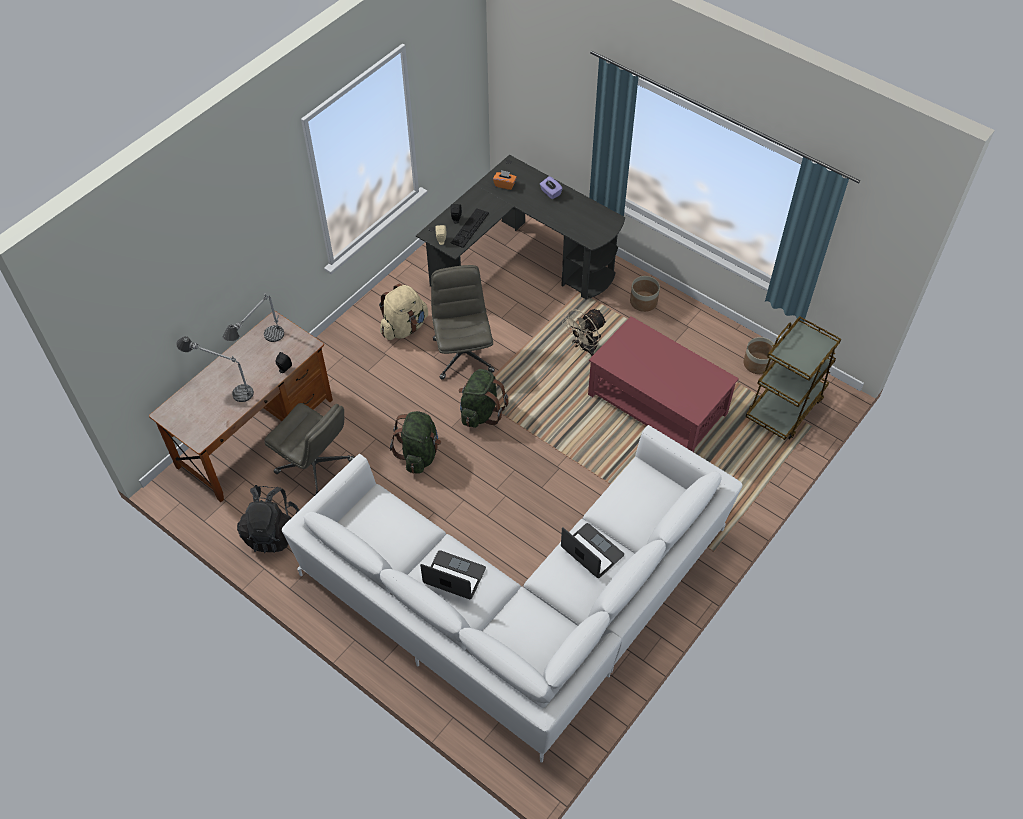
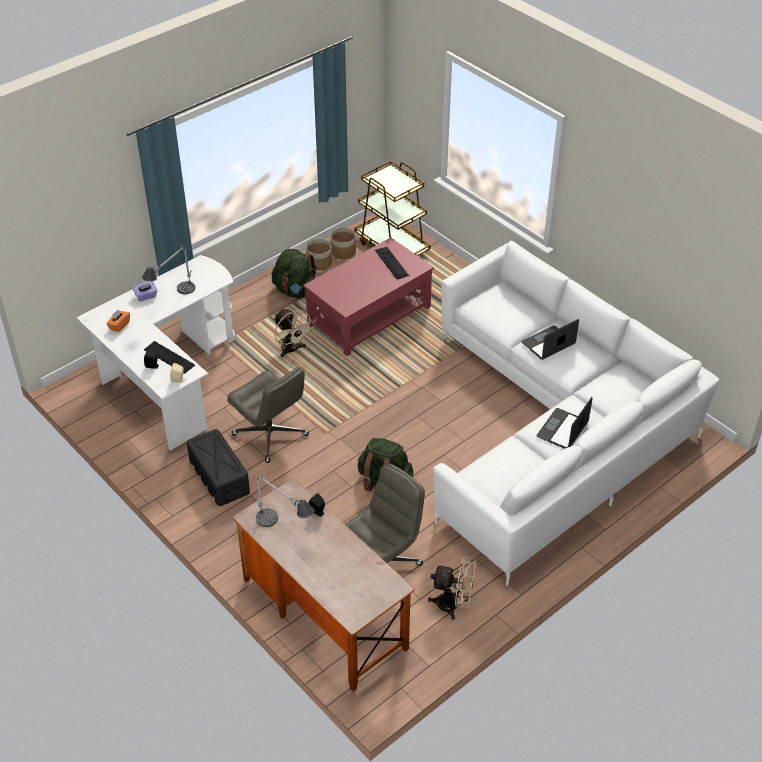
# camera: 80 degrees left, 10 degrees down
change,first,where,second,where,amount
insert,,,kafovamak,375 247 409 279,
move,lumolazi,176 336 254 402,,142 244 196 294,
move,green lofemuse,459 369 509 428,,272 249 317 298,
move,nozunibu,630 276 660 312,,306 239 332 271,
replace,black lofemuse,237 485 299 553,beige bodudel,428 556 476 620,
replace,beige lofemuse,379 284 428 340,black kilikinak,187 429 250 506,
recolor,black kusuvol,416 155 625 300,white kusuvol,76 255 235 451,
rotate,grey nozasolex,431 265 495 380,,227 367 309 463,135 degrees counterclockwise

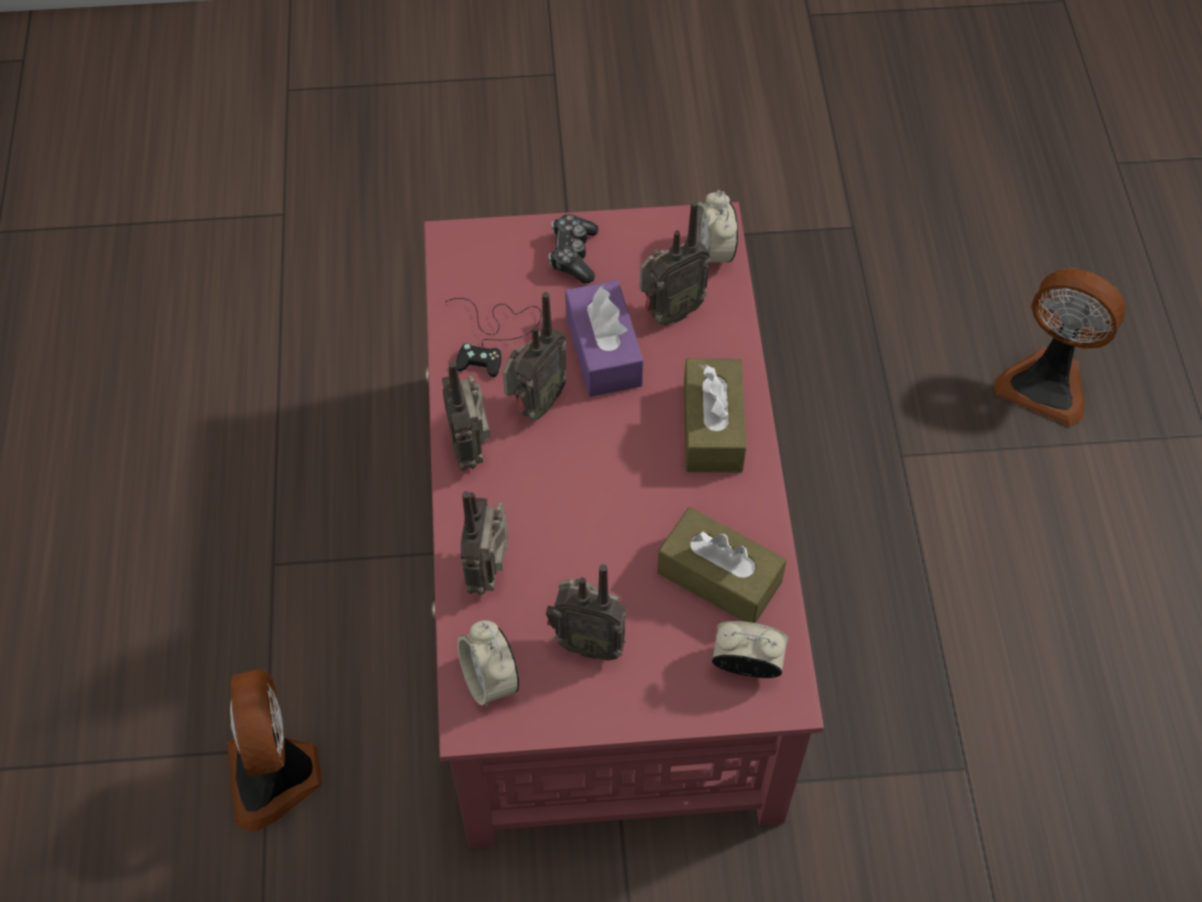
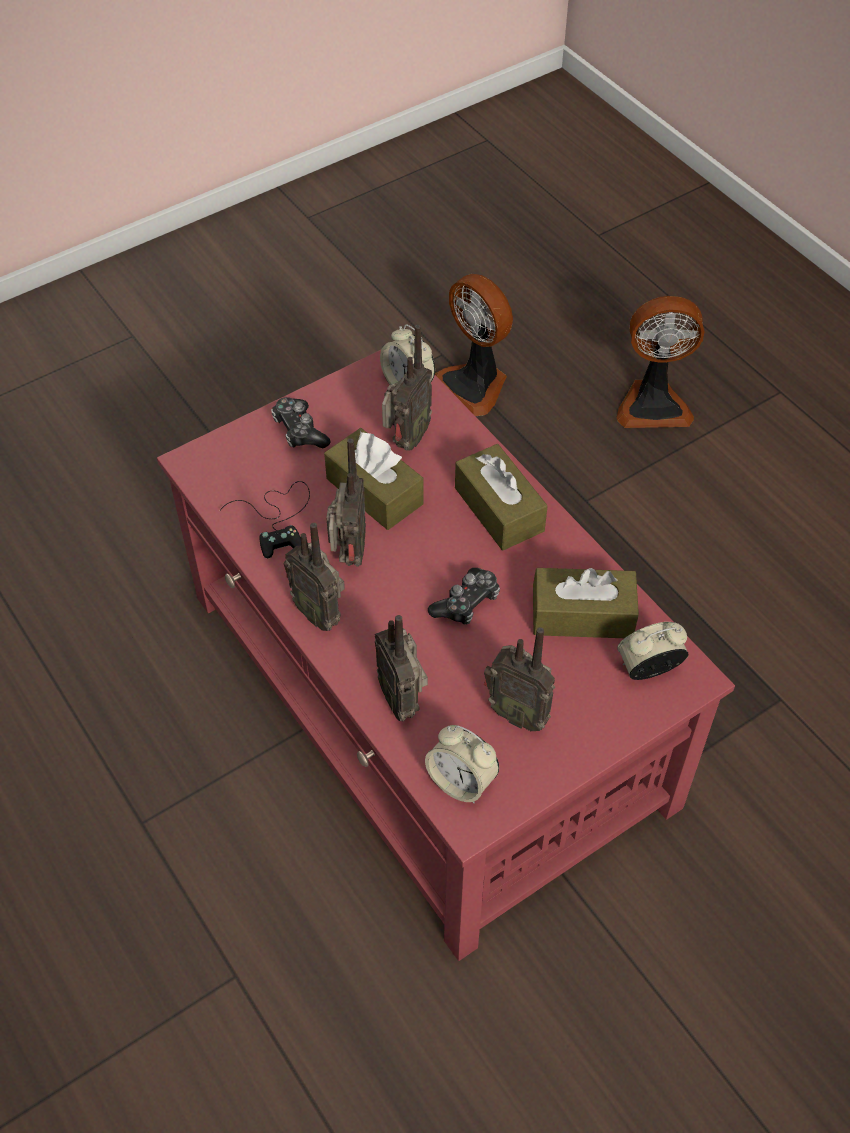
# camera: 30 degrees left, 5 degrees down
change,first,where,second,where,amount
insert,,,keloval,428 568 500 625,
move,bodudel,227 669 322 832,,435 274 513 416,
recolor,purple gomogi,565 280 643 397,brown gomogi,324 428 424 530,
rotate,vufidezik,546 564 627 661,,484 627 555 731,45 degrees clockwise

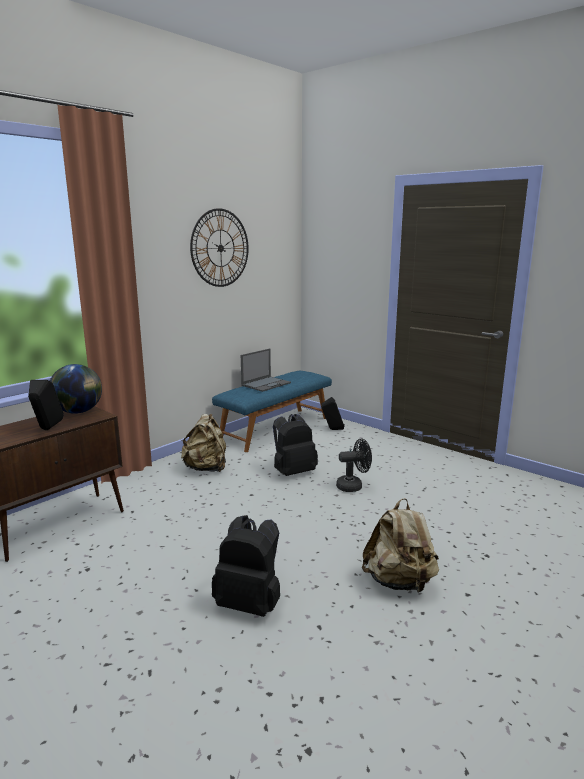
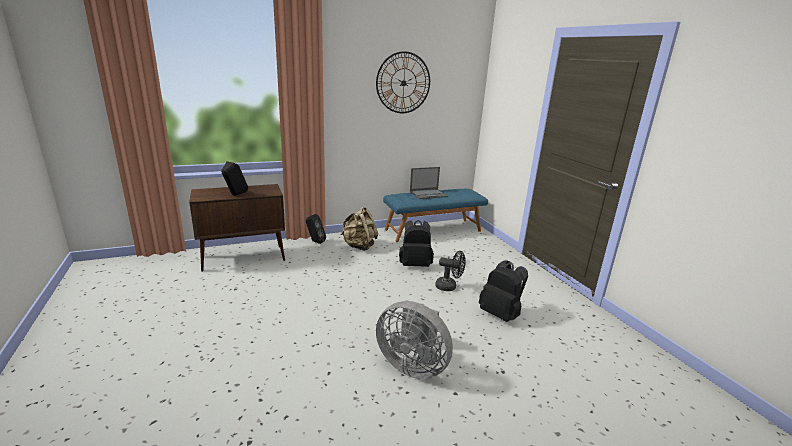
# camera: 25 degrees right, 5 degrees up
change,first,where,second,where,amount
delete,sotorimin,50 364 102 414,,,
move,black lofemuse,212 515 280 617,,479 260 528 322,
move,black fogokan,321 397 345 430,,306 214 326 244,
replace,beige lofemuse,362 498 439 593,grey bodudel,376 300 453 379,

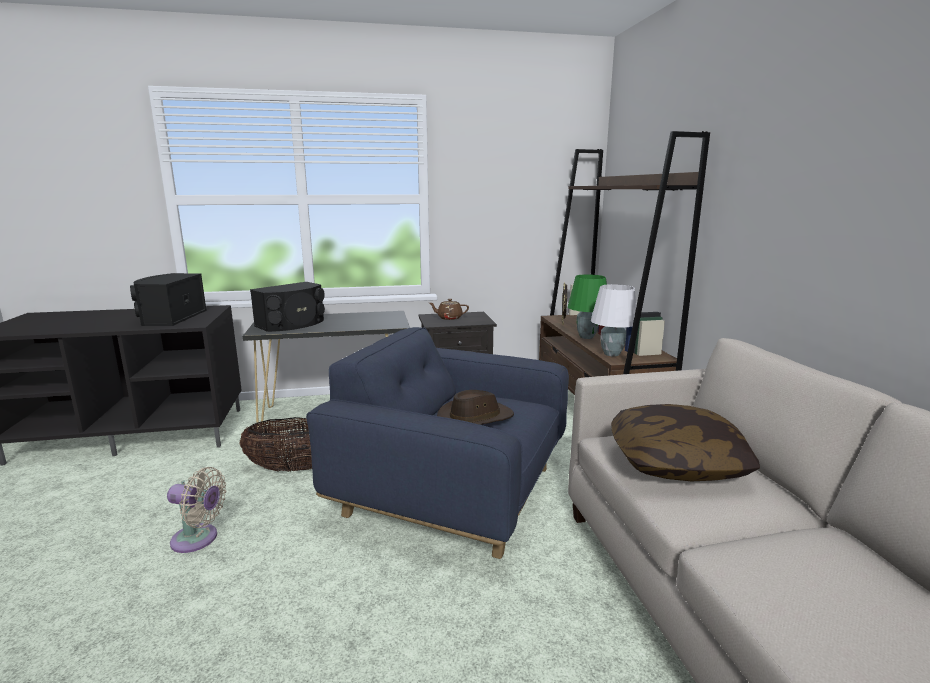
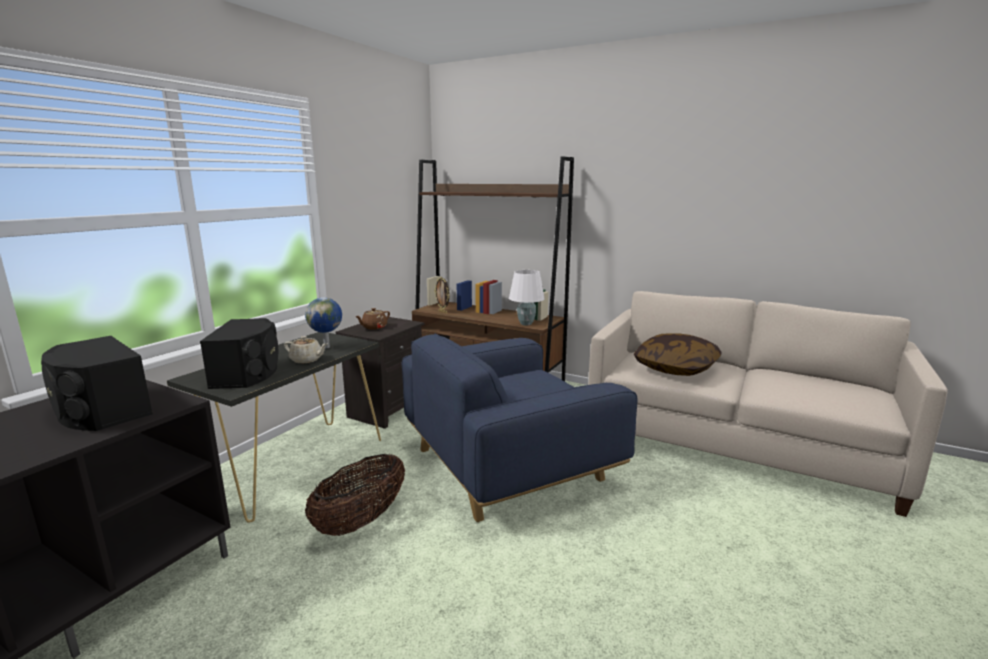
# camera: 50 degrees left, 0 degrees up
change,first,where,second,where,amount
delete,beige bodudel,167 467 227 553,,,
delete,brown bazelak,437 390 514 425,,,
delete,green lumolazi,568 274 607 339,,,
insert,,,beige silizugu,284 336 327 363,
insert,,,sotorimin,305 297 342 348,

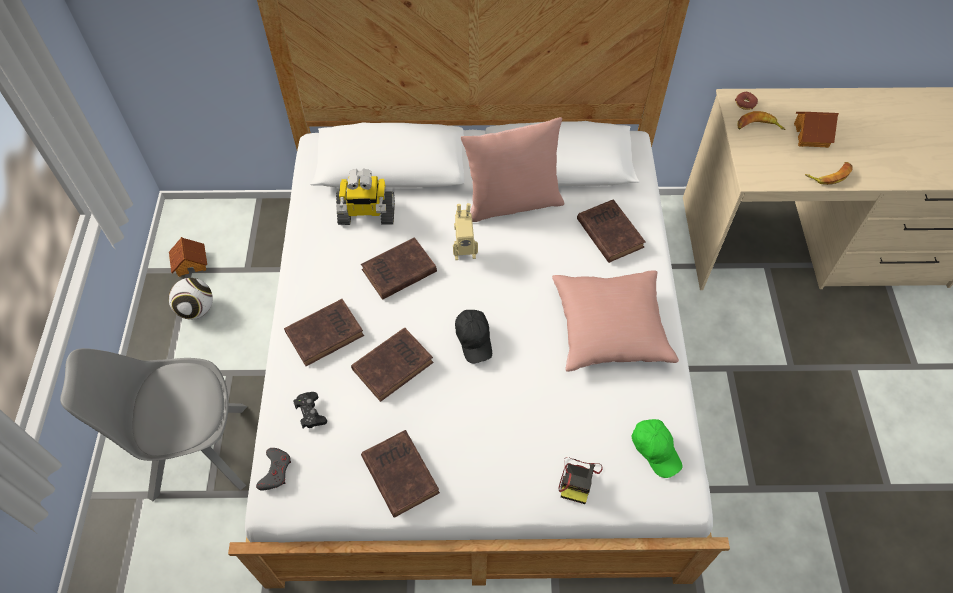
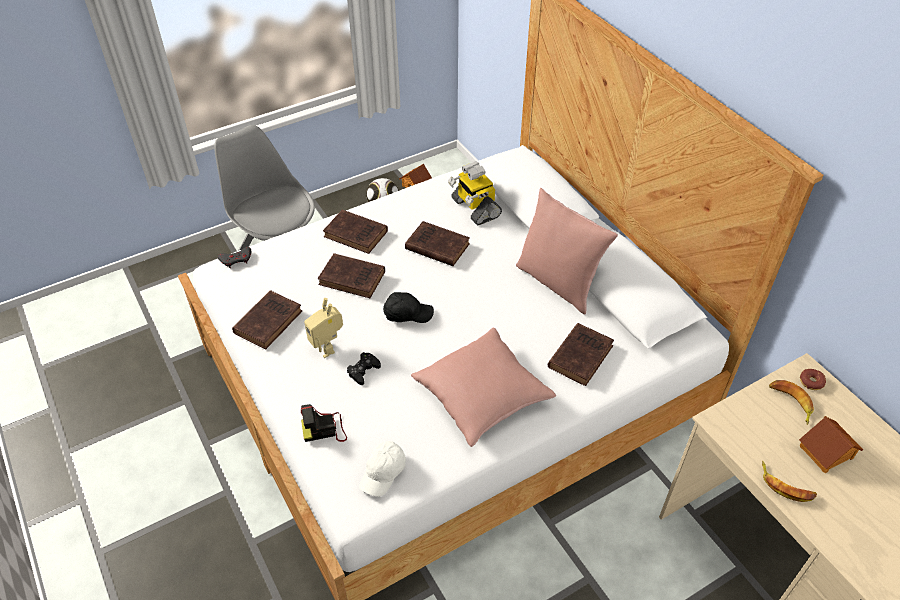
# camera: 60 degrees right, 10 degrees down
change,first,where,second,where,amount
move,black keloval,293 392 327 428,,347 352 381 385,
move,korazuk,453 203 478 260,,304 298 343 358,
recolor,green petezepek,632 419 683 478,white petezepek,359 441 406 497,
rotate,black petezepek,455 310 492 363,,383 292 434 323,135 degrees counterclockwise

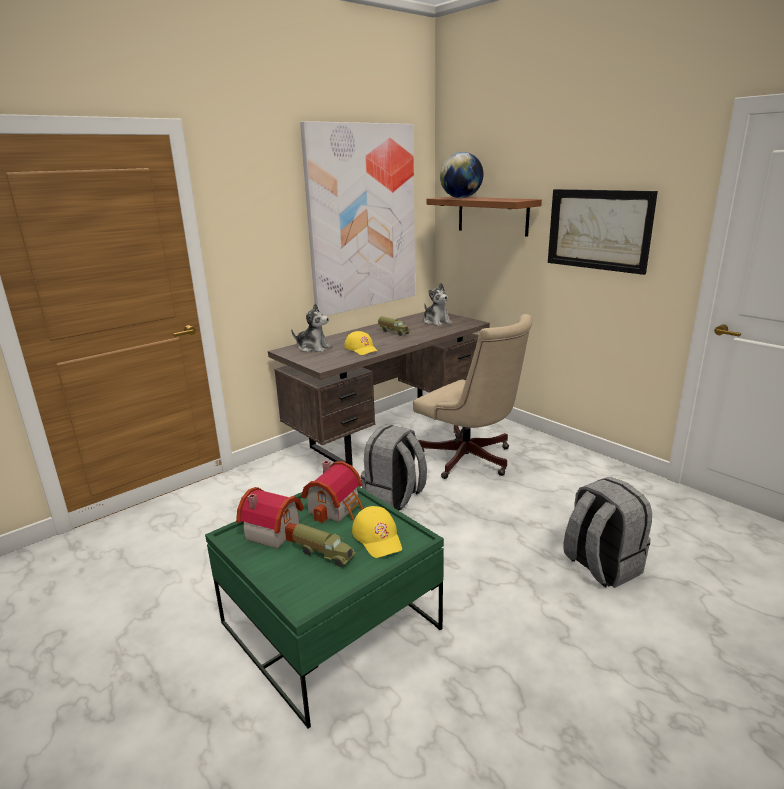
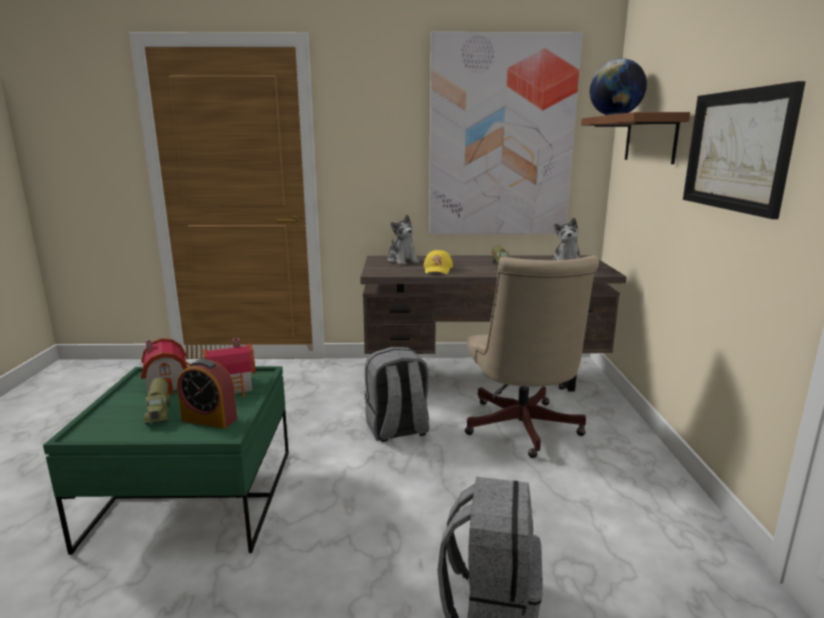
# camera: 40 degrees right, 5 degrees down
change,first,where,second,where,amount
replace,yellow petezepek,352 506 402 558,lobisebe,177 359 237 429,

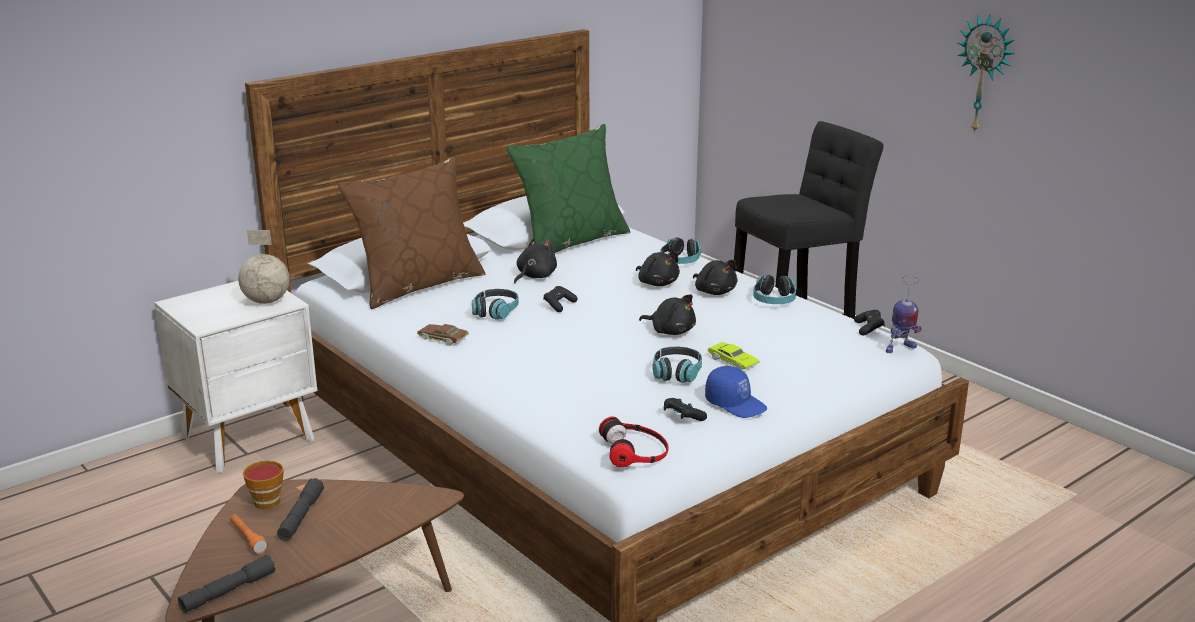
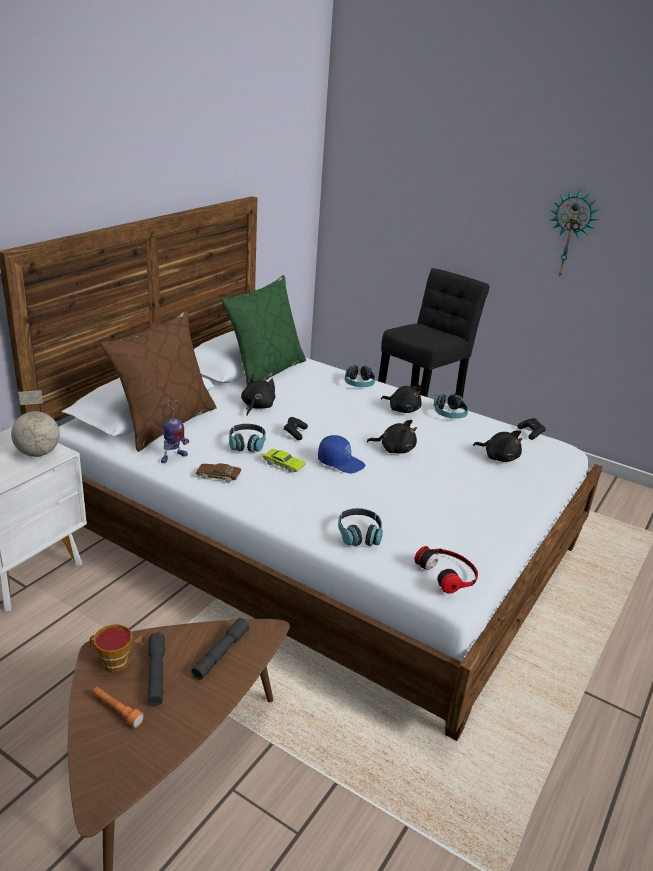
# camera: 20 degrees left, 5 degrees up
change,first,where,second,where,amount
delete,black keloval,664 398 707 421,,,
move,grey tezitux,178 555 276 613,,191 618 250 680,
move,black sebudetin,636 251 680 286,,473 430 522 462,
move,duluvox,653 346 702 383,,338 508 383 546,
move,blue petezepek,705 366 767 418,,318 435 365 473,
move,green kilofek,708 342 760 370,,262 449 306 473,
move,korazuk,886 276 922 353,,161 400 189 463,

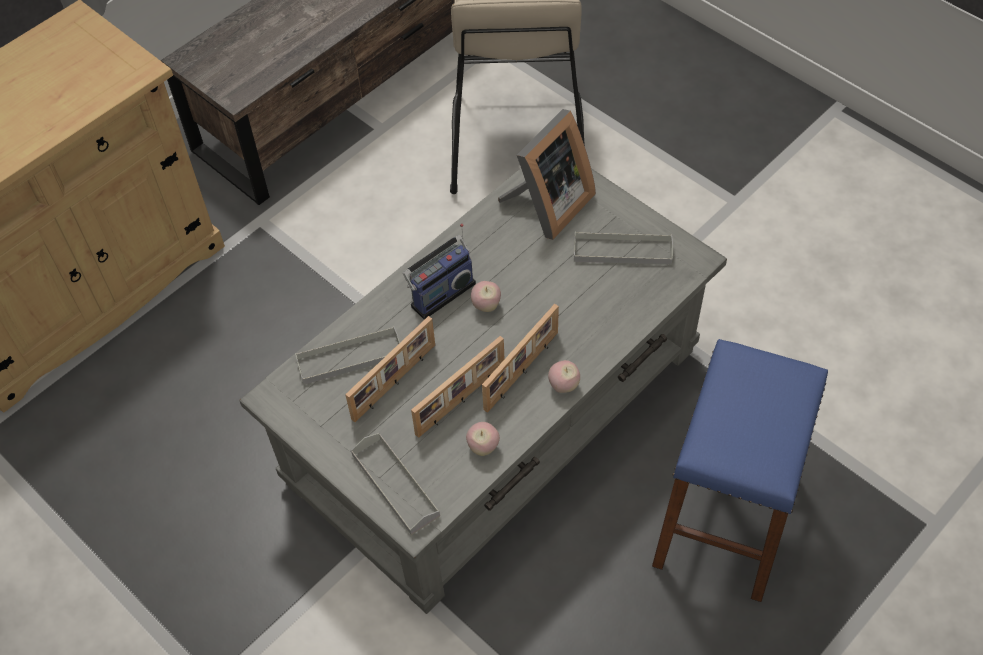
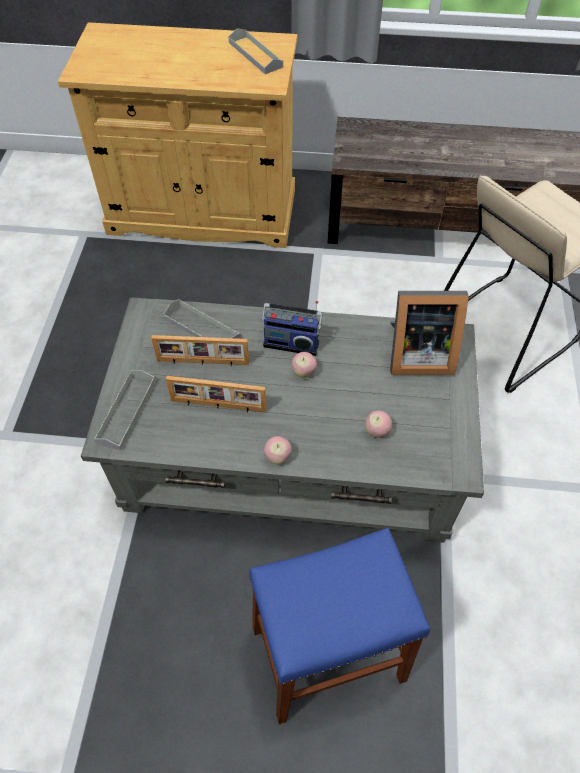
# camera: 50 degrees right, 0 degrees up
change,first,where,second,where,amount
delete,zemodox,482 304 559 413,,,
move,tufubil,466 422 500 456,,365 411 392 438,
move,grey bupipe,574 232 673 265,,228 28 283 74,

